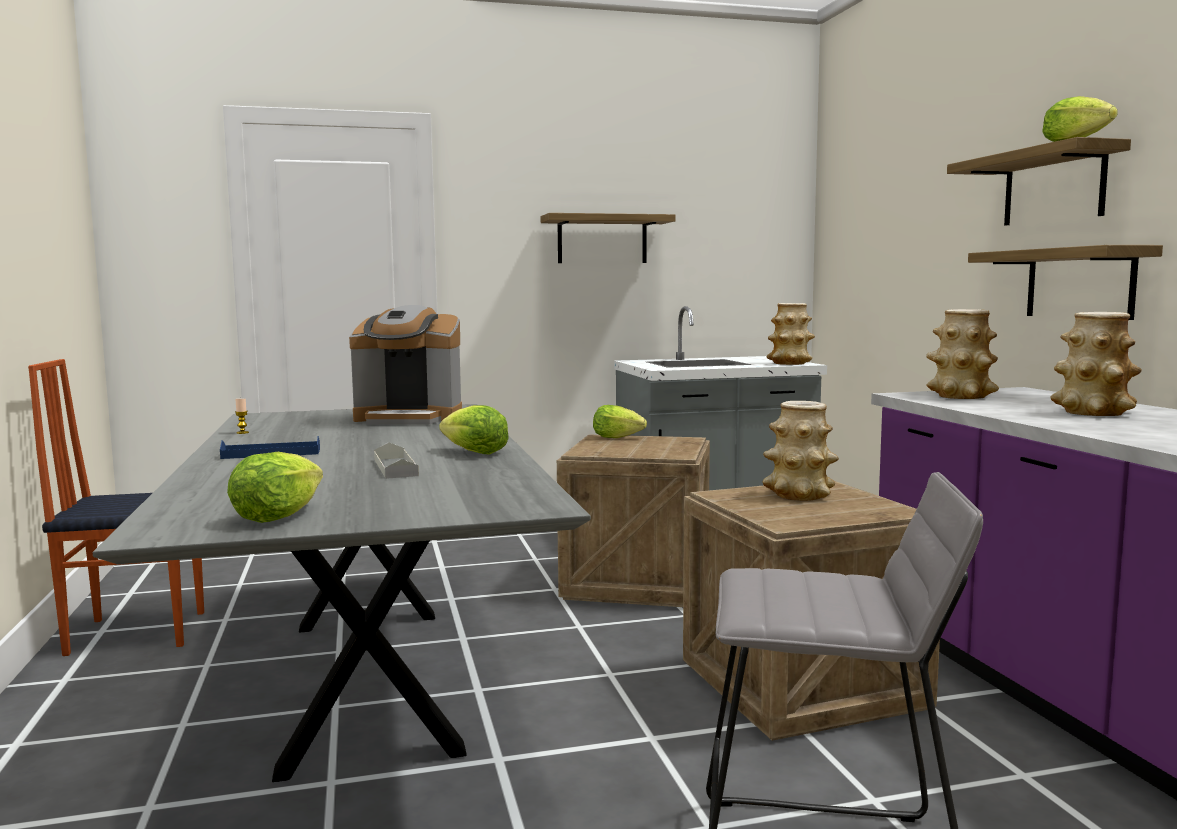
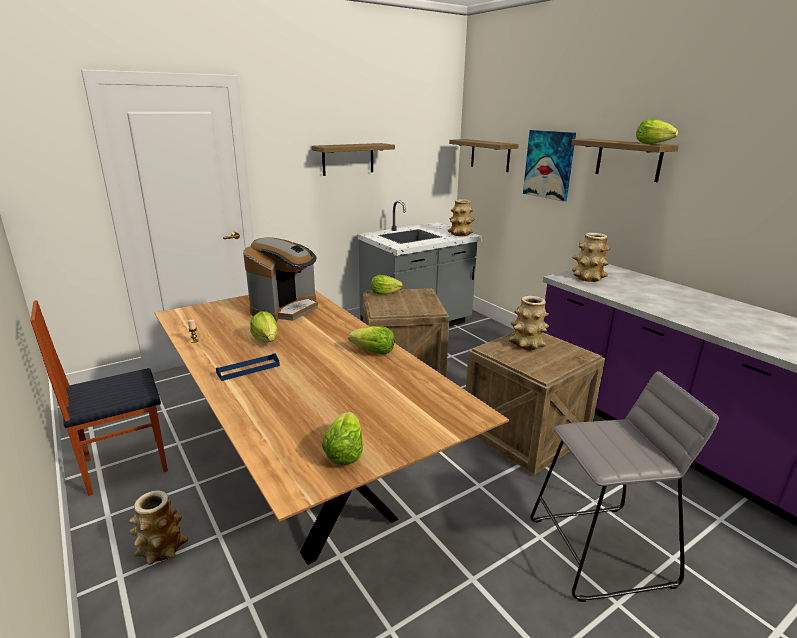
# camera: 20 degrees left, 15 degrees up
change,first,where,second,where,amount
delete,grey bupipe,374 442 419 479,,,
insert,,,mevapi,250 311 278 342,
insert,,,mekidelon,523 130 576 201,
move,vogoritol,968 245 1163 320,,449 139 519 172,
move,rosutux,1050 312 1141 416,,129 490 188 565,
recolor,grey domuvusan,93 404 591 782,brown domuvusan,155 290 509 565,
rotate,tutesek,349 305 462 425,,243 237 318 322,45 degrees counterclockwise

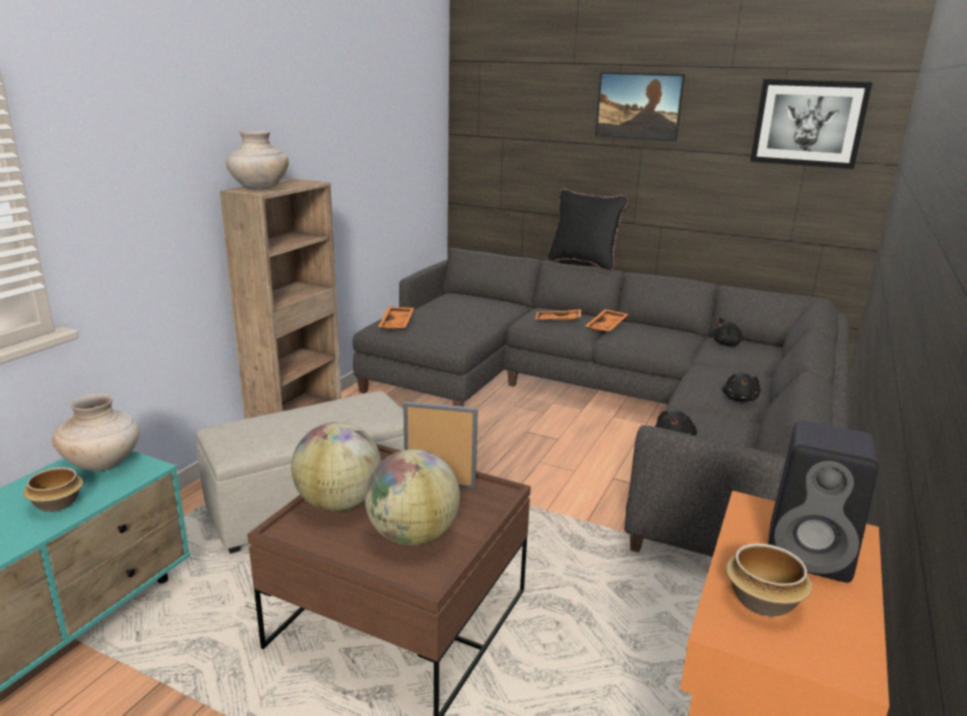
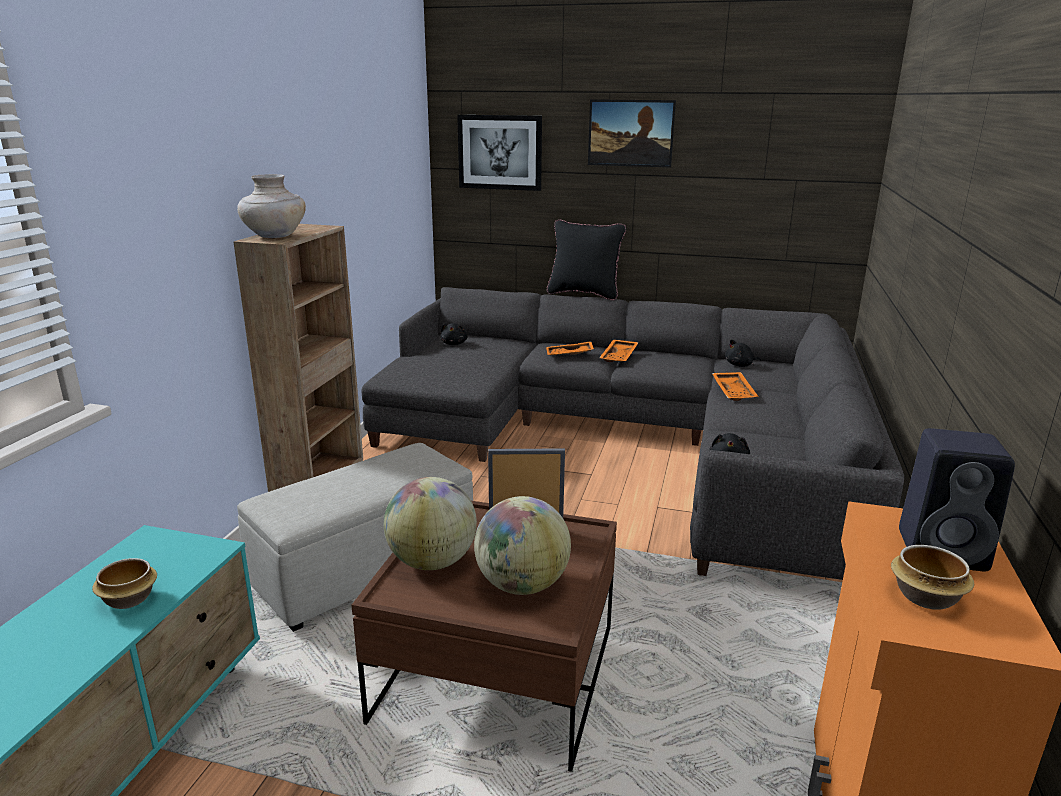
# camera: 10 degrees left, 0 degrees up
change,first,where,second,where,amount
delete,beige rosutux,52 394 140 471,,,
move,orange bupipe,378 307 414 330,,712 372 759 401,
move,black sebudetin,723 373 760 402,,441 323 468 345,
move,mekidelon,750 79 873 169,,457 115 542 191,

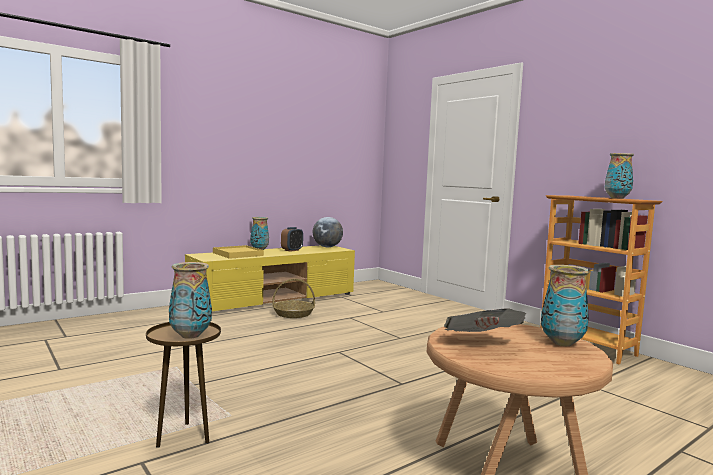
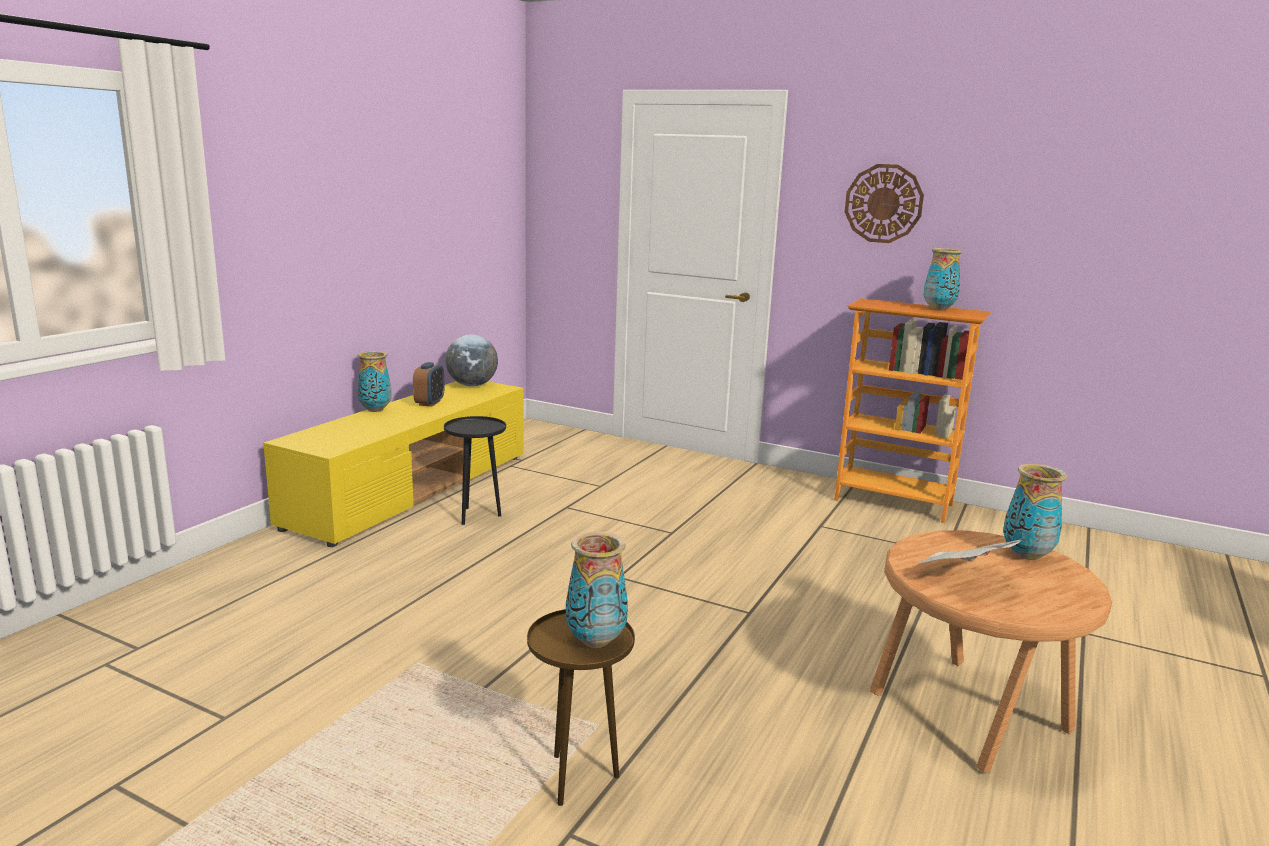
# camera: 25 degrees left, 10 degrees up
change,first,where,second,where,amount
delete,yellow bupipe,213 245 264 259,,,
insert,,,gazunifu,845 164 924 243,
replace,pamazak,272 278 315 318,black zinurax,444 416 506 525,

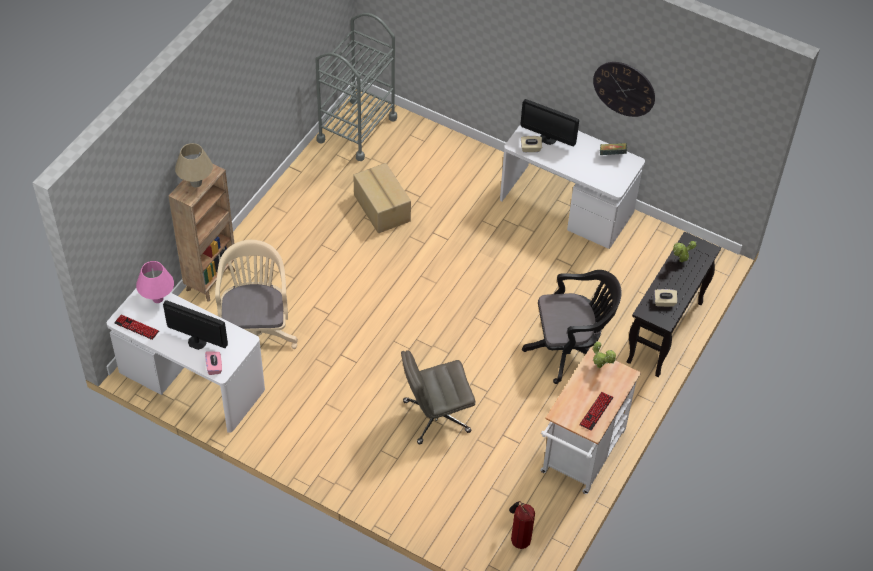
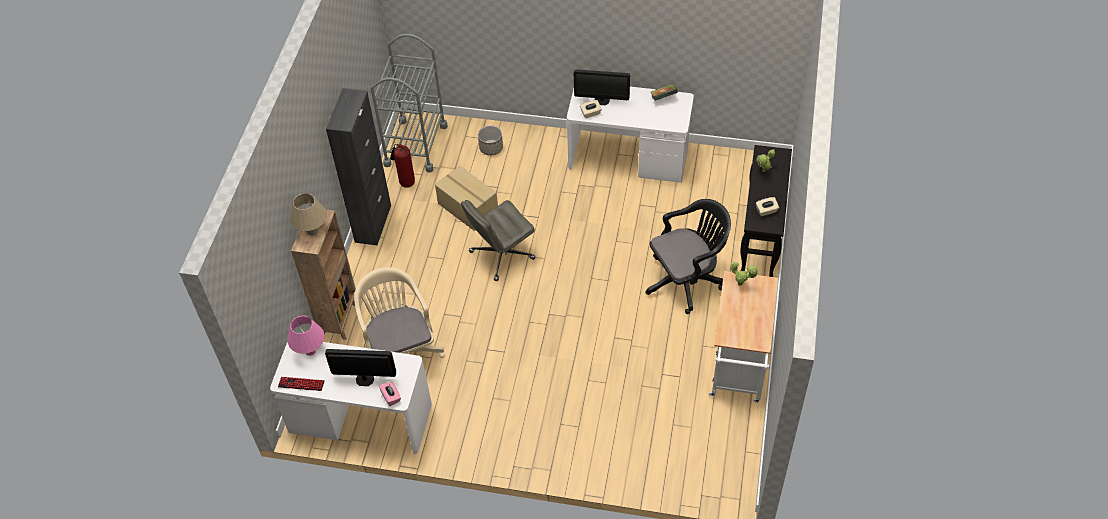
# camera: 15 degrees left, 0 degrees up
change,first,where,second,where,amount
delete,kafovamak,579 392 614 431,,,
delete,gazunifu,593 62 655 117,,,
insert,,,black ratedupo,326 88 391 246,
insert,,,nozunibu,478 125 503 155,
move,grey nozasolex,401 350 475 445,,461 200 536 281,
move,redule,509 501 535 549,,390 144 415 188,

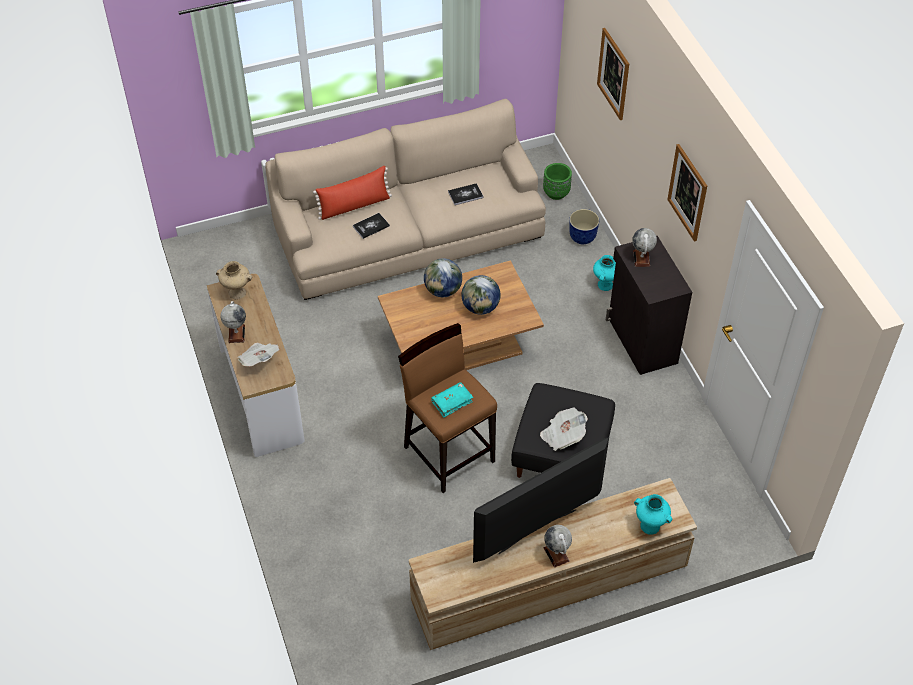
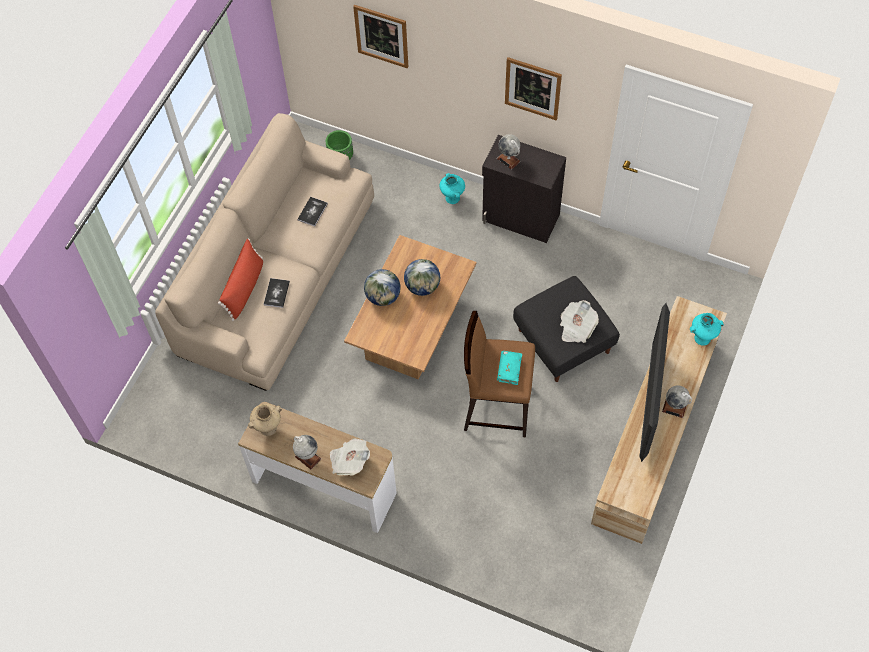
# camera: 45 degrees left, 10 degrees up
change,first,where,second,where,amount
delete,nozunibu,569 209 600 244,,,

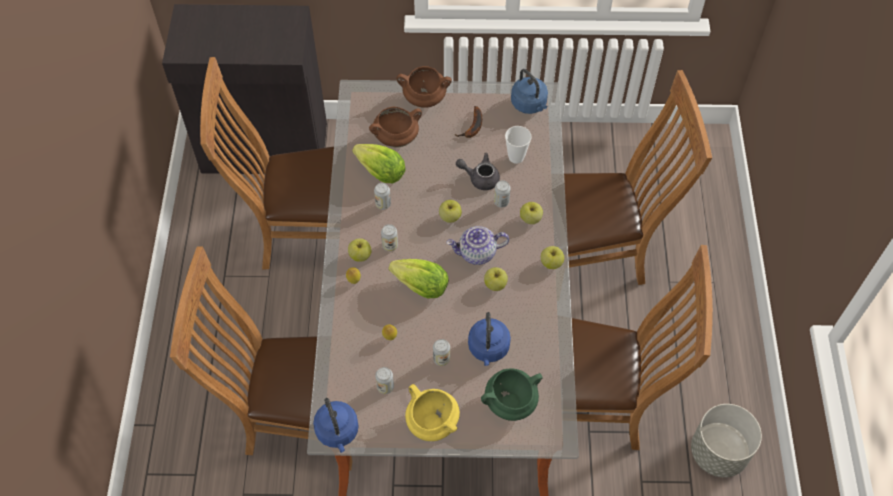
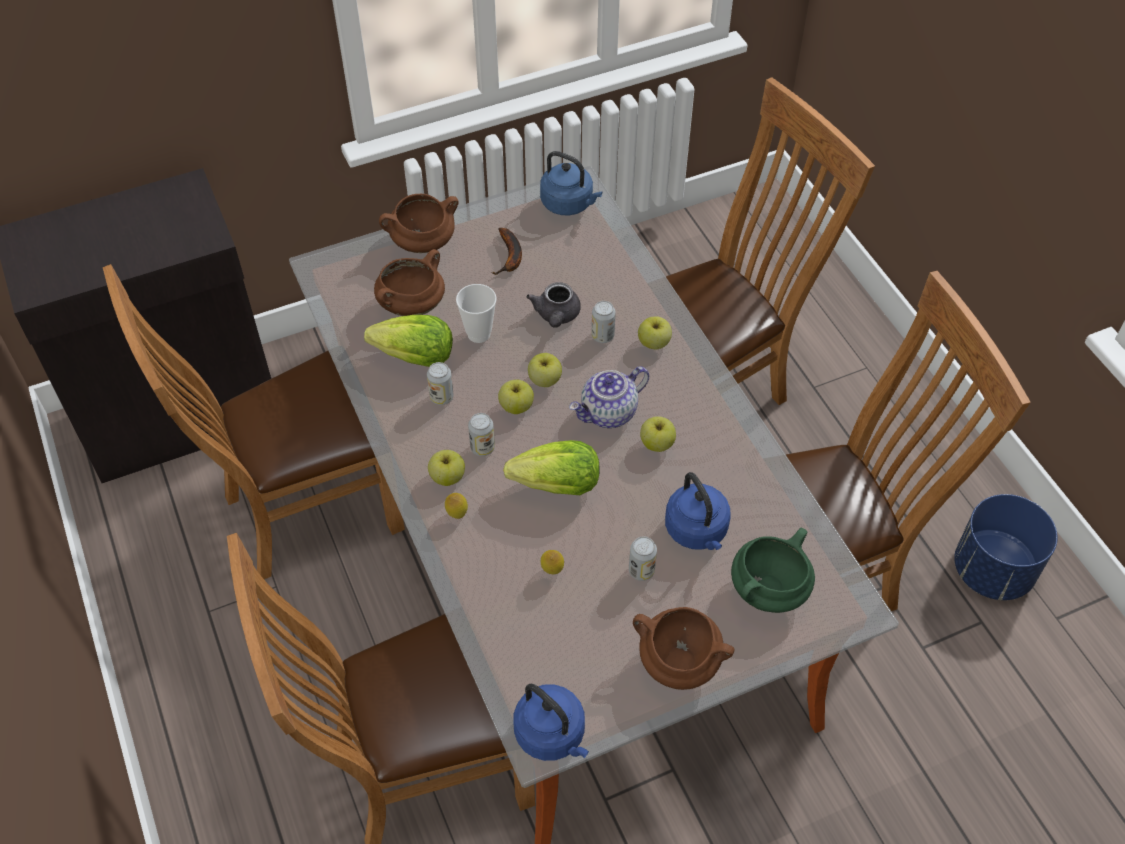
# camera: 25 degrees left, 5 degrees down
change,first,where,second,where,amount
delete,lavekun,375 367 394 394,,,
move,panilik,505 126 532 164,,456 284 497 343,
move,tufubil,541 246 564 269,,498 380 534 414,
recolor,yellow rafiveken,405 384 460 441,brown rafiveken,633 607 734 690,
recolor,grey nozunibu,691 404 762 477,blue nozunibu,954 494 1058 600,
rotate,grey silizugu,456 153 500 190,,526 282 581 328,75 degrees counterclockwise

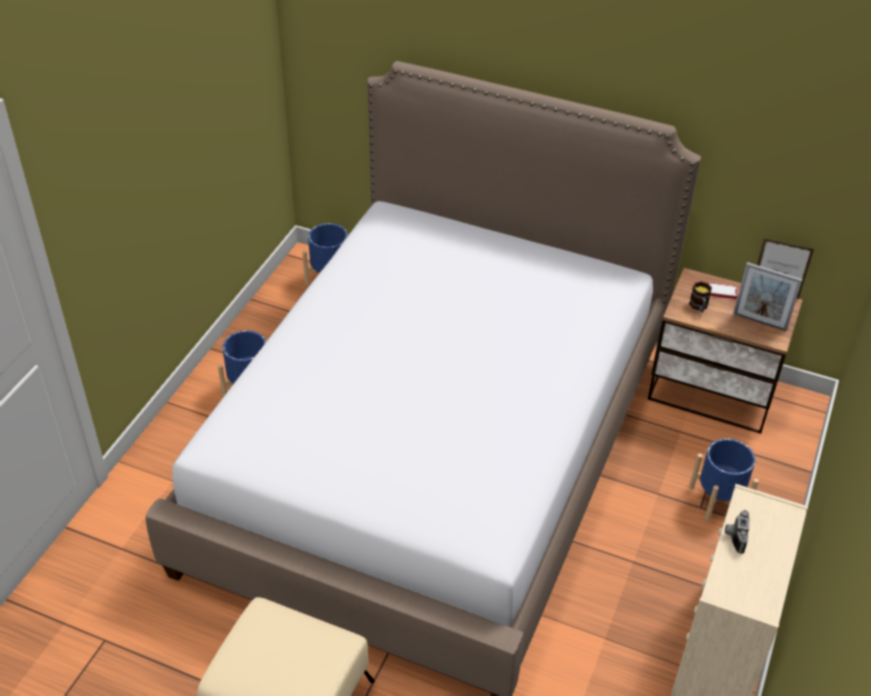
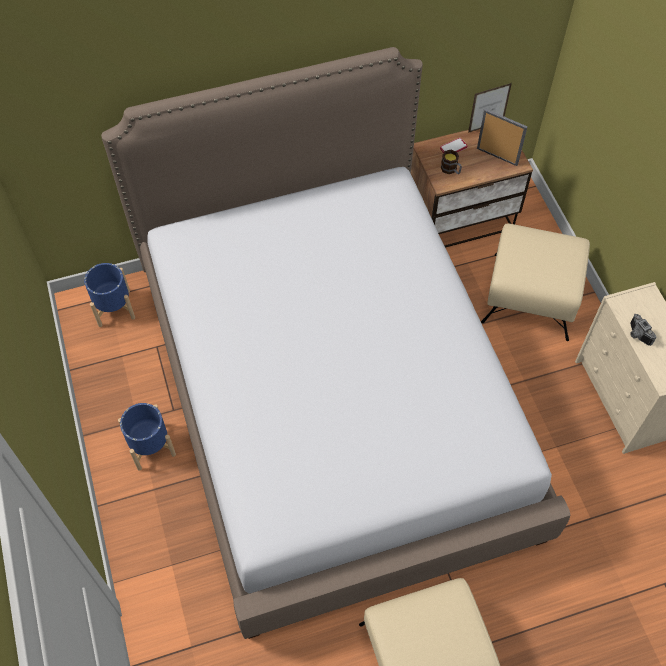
# camera: 40 degrees left, 15 degrees up
change,first,where,second,where,amount
replace,blue nozunibu,689 438 759 521,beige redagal,481 224 590 341,
rotate,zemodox,733 262 802 331,,477 109 528 166,135 degrees counterclockwise

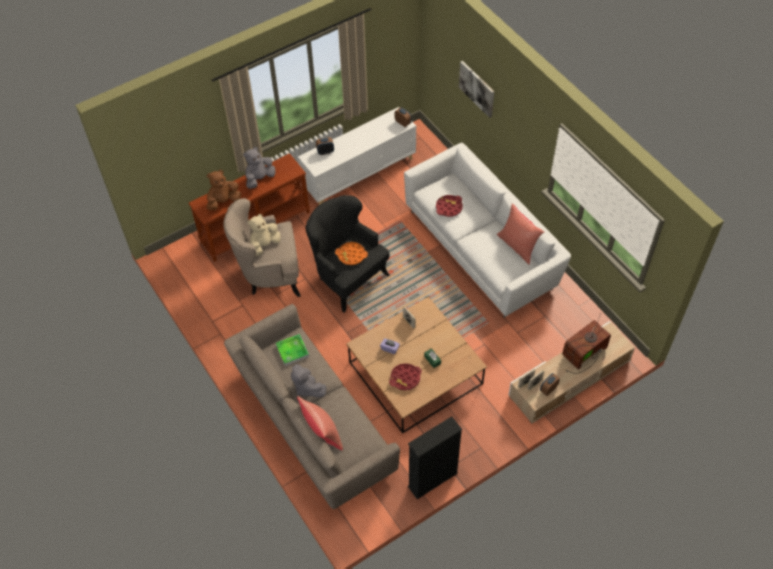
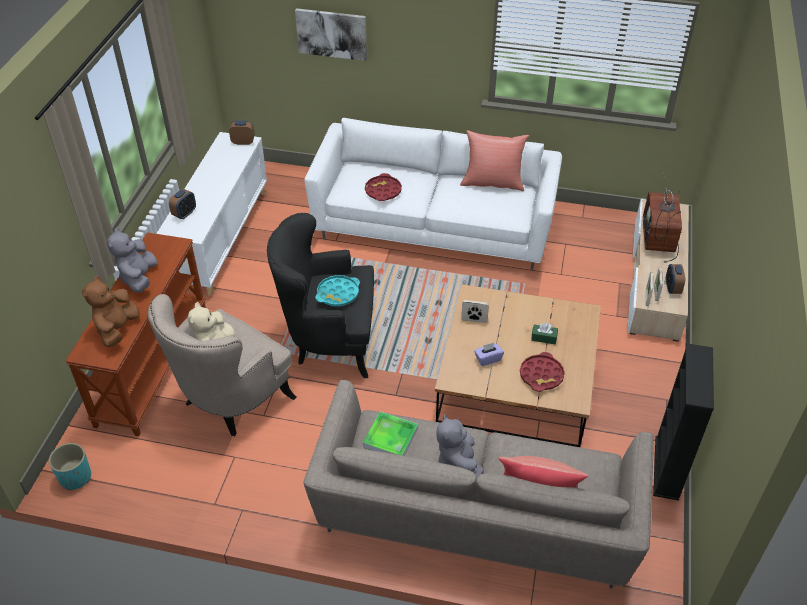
# camera: 45 degrees left, 10 degrees down
change,first,where,second,where,amount
insert,,,turquoise nozunibu,49 443 91 490,
recolor,orange bupipe,335 242 368 265,turquoise bupipe,315 275 360 306,
rotate,grey sebudetin,291 364 327 397,,436 414 484 479,75 degrees clockwise

